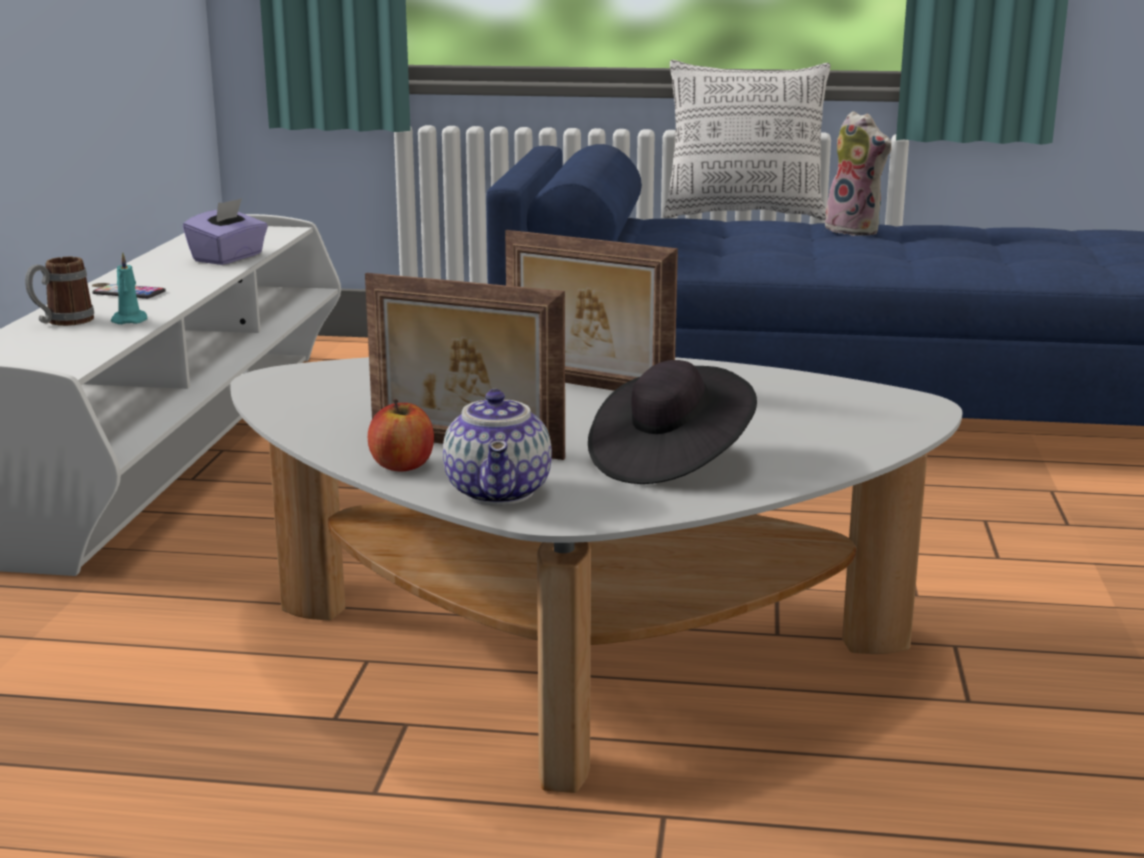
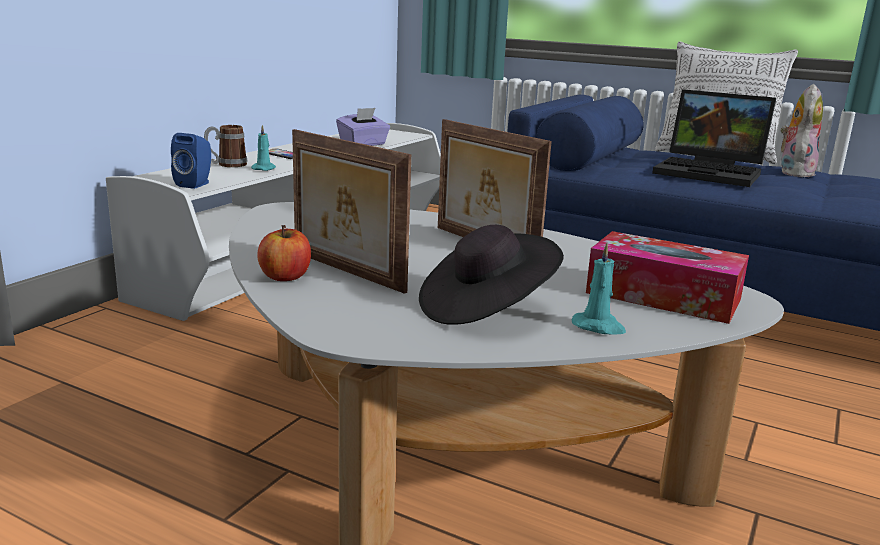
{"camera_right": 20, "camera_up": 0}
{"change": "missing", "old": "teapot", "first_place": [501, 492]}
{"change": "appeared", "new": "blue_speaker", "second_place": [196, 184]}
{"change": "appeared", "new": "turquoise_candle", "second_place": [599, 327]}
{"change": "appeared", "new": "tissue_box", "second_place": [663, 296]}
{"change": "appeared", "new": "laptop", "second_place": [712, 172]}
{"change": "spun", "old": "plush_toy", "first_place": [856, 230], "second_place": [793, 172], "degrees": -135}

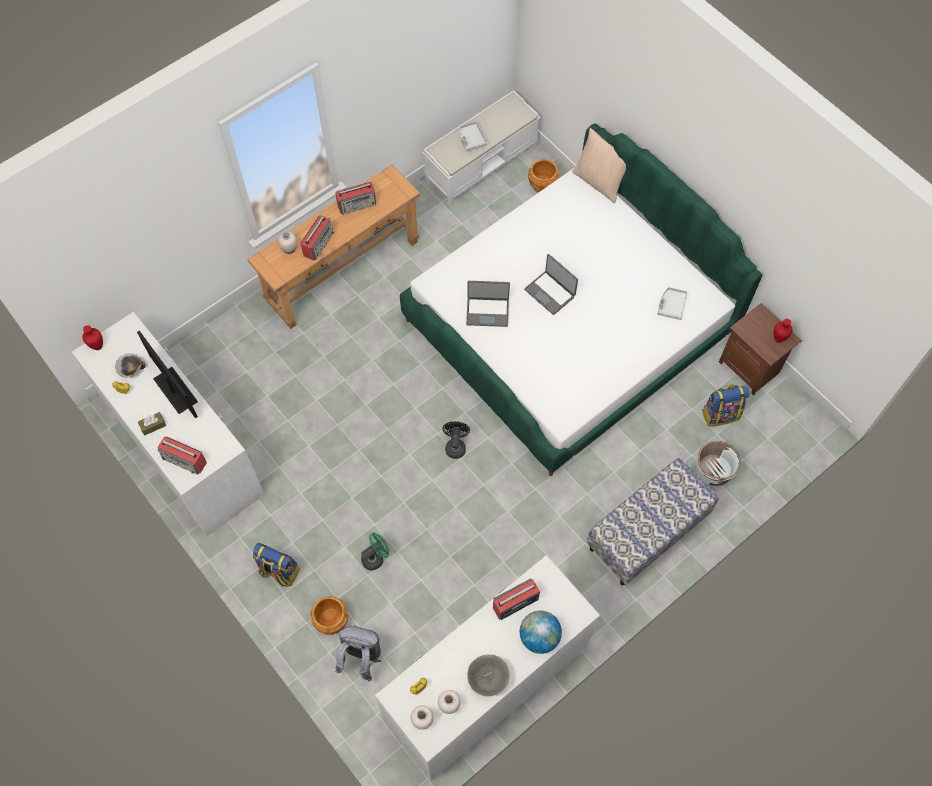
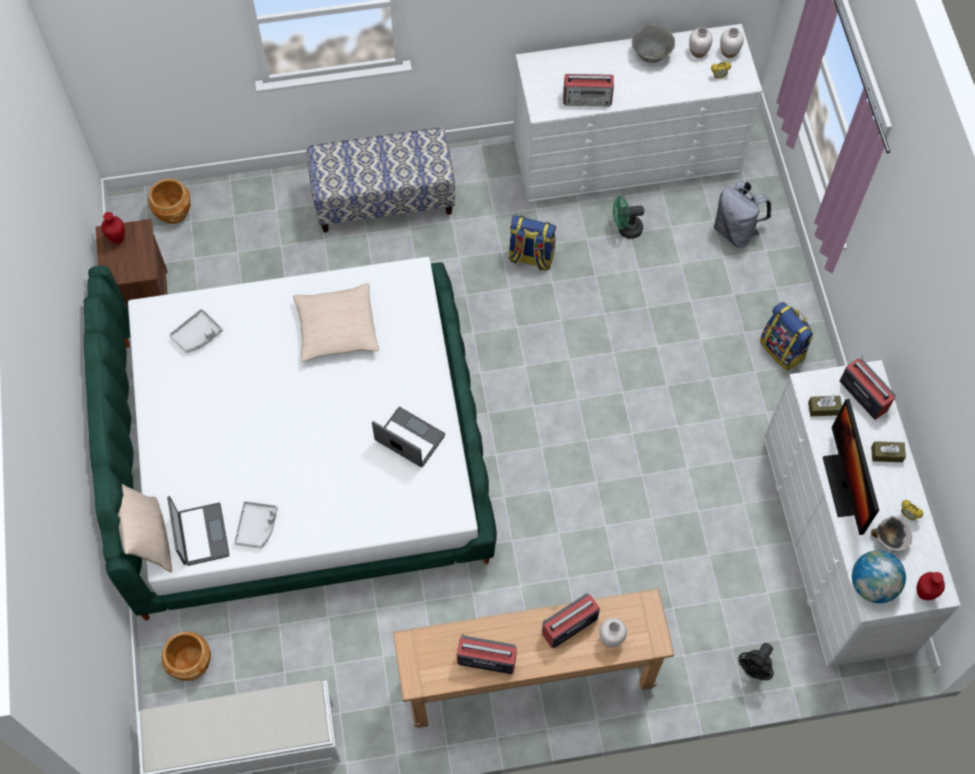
{"camera_right": -150, "camera_up": 0}
{"change": "missing", "old": "white_planter", "first_place": [713, 471]}
{"change": "appeared", "new": "beige_pillow", "second_place": [336, 328]}
{"change": "appeared", "new": "brown_tissue_box", "second_place": [823, 408]}
{"change": "relocated", "old": "brown_planter", "first_place": [331, 620], "second_place": [174, 212]}
{"change": "relocated", "old": "green_fan", "first_place": [375, 557], "second_place": [625, 229]}
{"change": "relocated", "old": "black_fan", "first_place": [455, 446], "second_place": [754, 669]}
{"change": "relocated", "old": "grey_tray", "first_place": [471, 139], "second_place": [257, 527]}
{"change": "relocated", "old": "globe", "first_place": [539, 637], "second_place": [872, 585]}
{"change": "relocated", "old": "laptop", "first_place": [550, 292], "second_place": [201, 535]}
{"change": "relocated", "old": "backpack", "first_place": [720, 414], "second_place": [531, 257]}

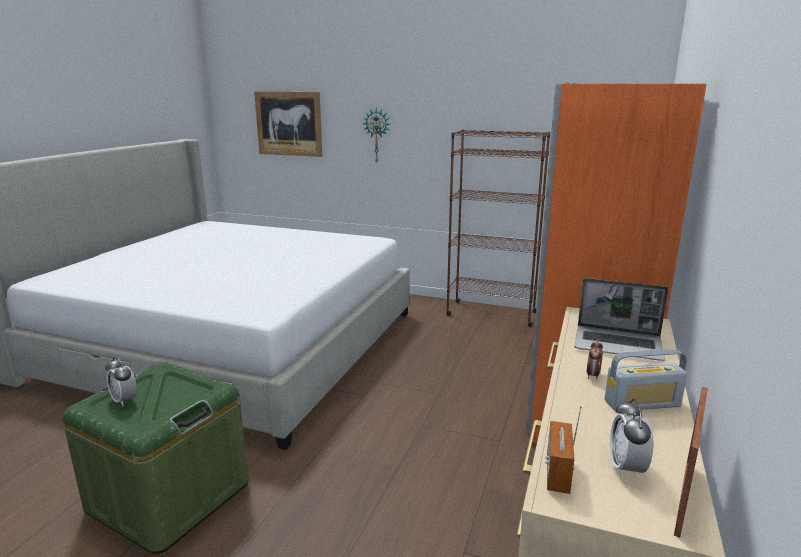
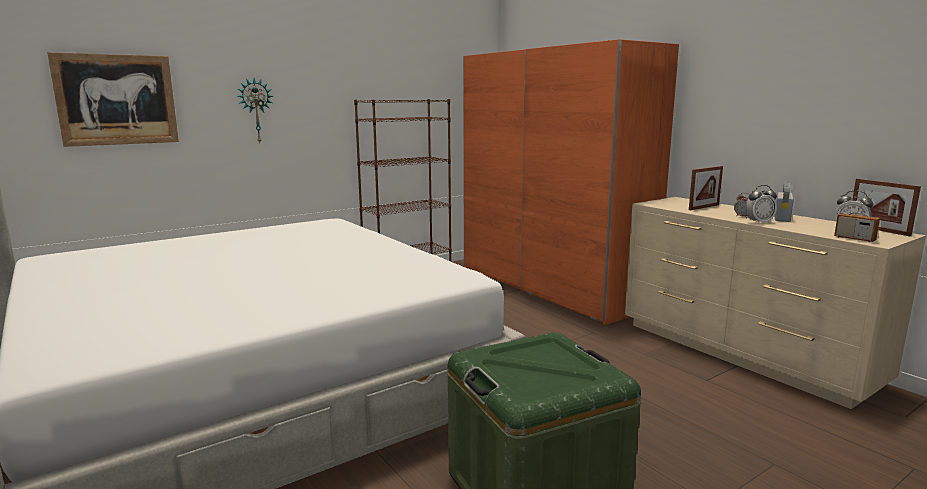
{"camera_right": -55, "camera_up": -5}
{"change": "relocated", "old": "alarm_clock", "first_place": [124, 400], "second_place": [758, 222]}
{"change": "exchanged", "old": "laptop", "new": "picture_frame", "first_place": [619, 344], "second_place": [704, 207]}

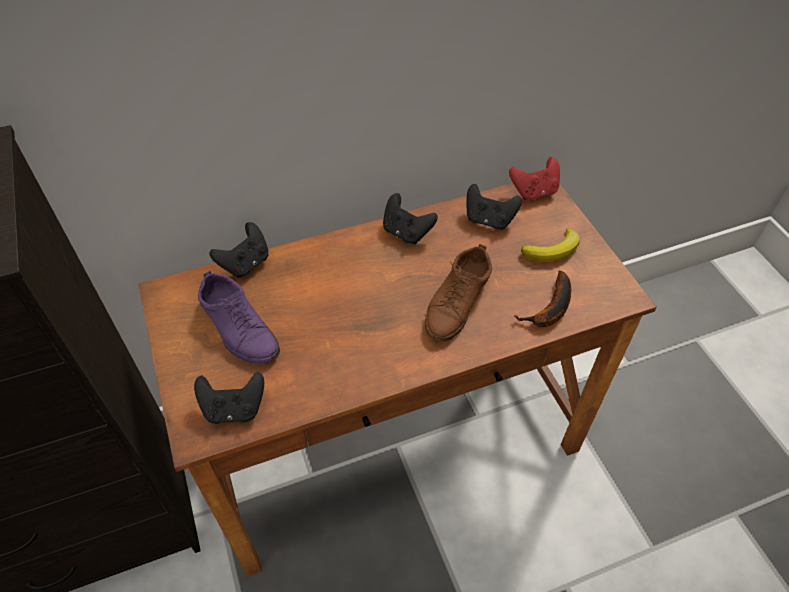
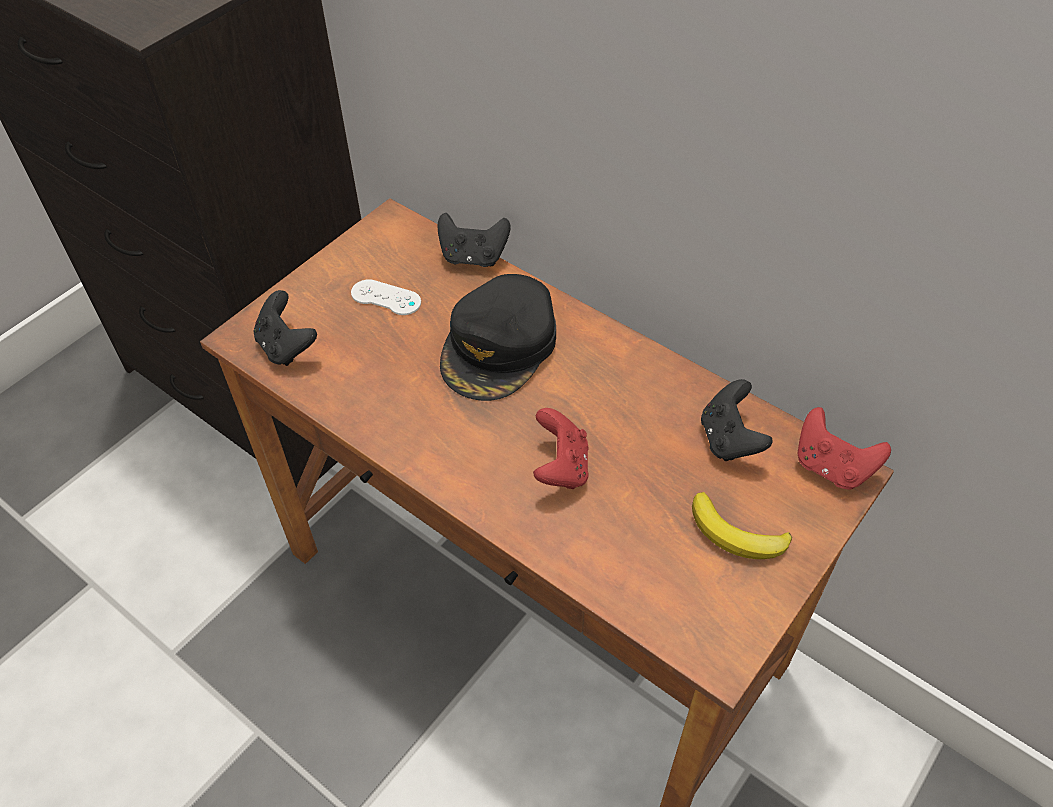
{"camera_right": 60, "camera_up": 0}
{"change": "missing", "old": "black_game_controller", "first_place": [406, 232]}
{"change": "missing", "old": "banana", "first_place": [550, 309]}
{"change": "appeared", "new": "black_cap", "second_place": [500, 346]}
{"change": "exchanged", "old": "purple_shoe", "new": "white_game_controller", "first_place": [239, 328], "second_place": [386, 298]}
{"change": "exchanged", "old": "brown_shoe", "new": "red_game_controller", "first_place": [457, 302], "second_place": [561, 467]}

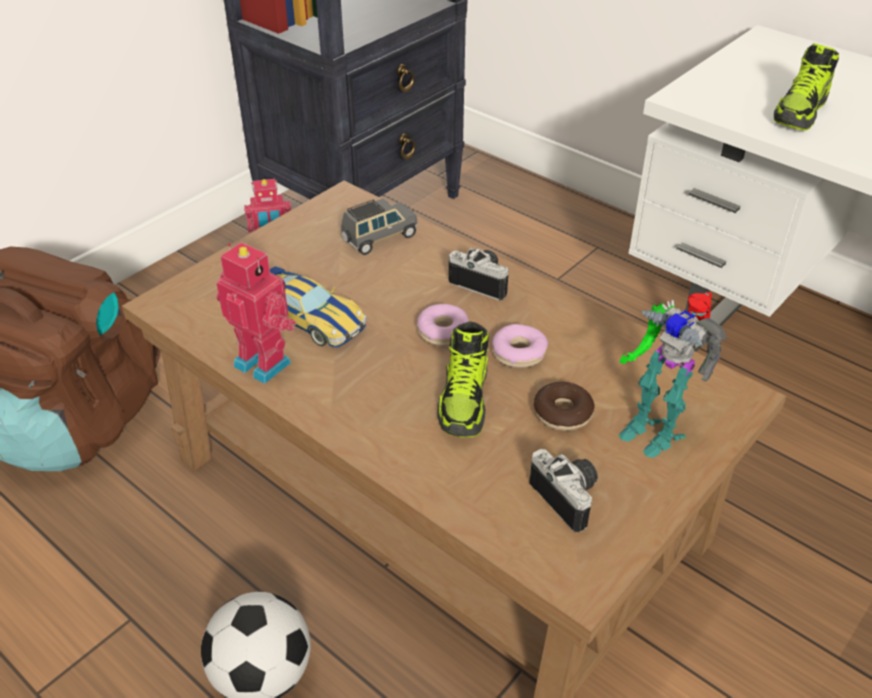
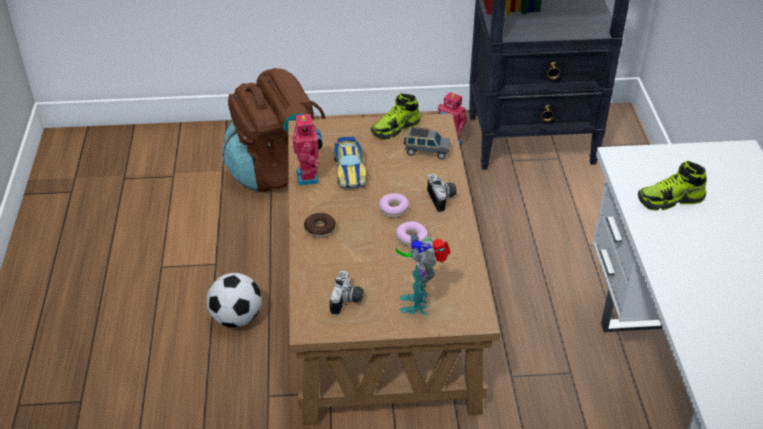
{"camera_right": 45, "camera_up": 0}
{"change": "relocated", "old": "shoe", "first_place": [465, 401], "second_place": [395, 128]}
{"change": "relocated", "old": "donut", "first_place": [562, 413], "second_place": [320, 229]}

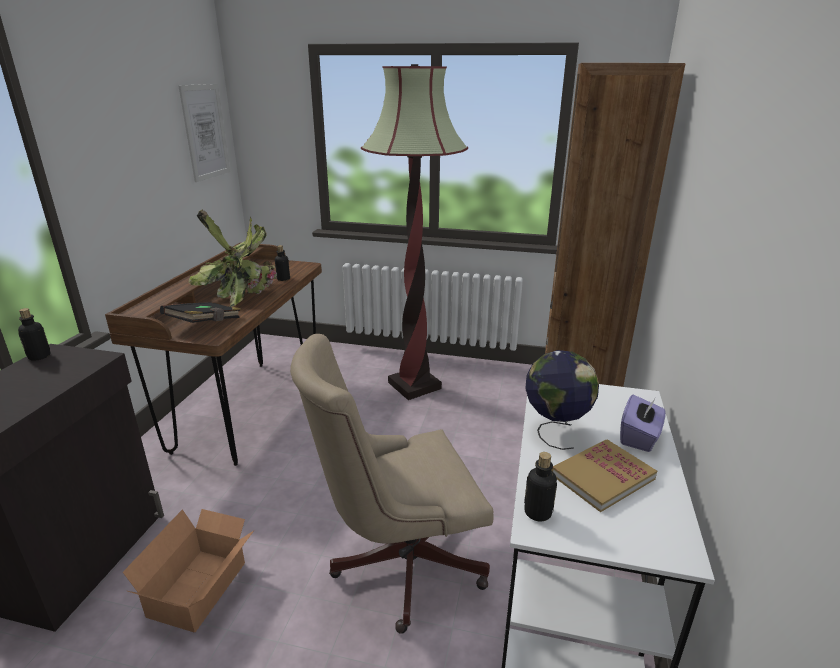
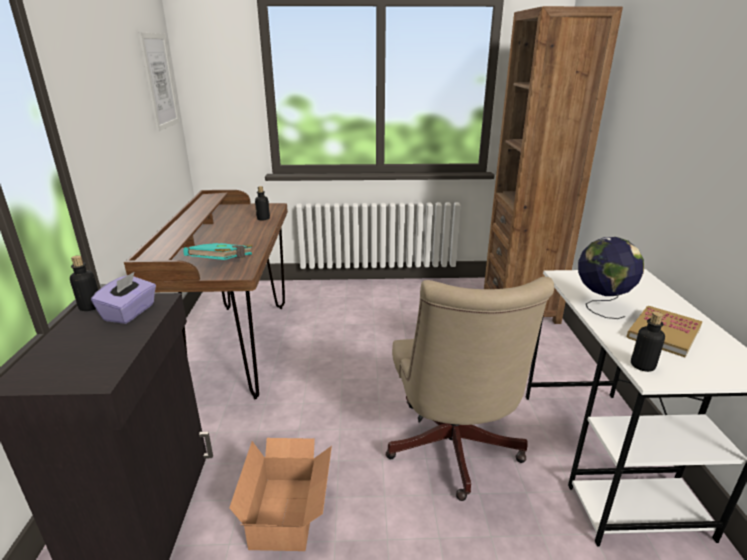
{"camera_right": -15, "camera_up": 0}
{"change": "missing", "old": "potted_plant", "first_place": [243, 293]}
{"change": "missing", "old": "floor_lamp", "first_place": [414, 385]}
{"change": "relocated", "old": "purple_tissue_box", "first_place": [639, 437], "second_place": [130, 312]}
{"change": "colour", "old": "black_book", "new": "turquoise_book", "first_place": [205, 324], "second_place": [223, 263]}
{"change": "spun", "old": "beige_office_chair", "first_place": [398, 563], "second_place": [452, 452], "degrees": -60}

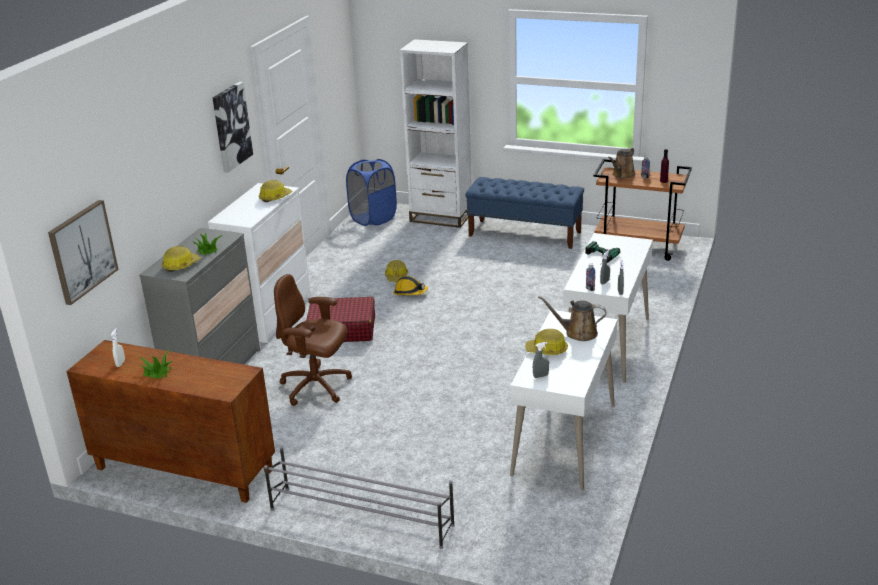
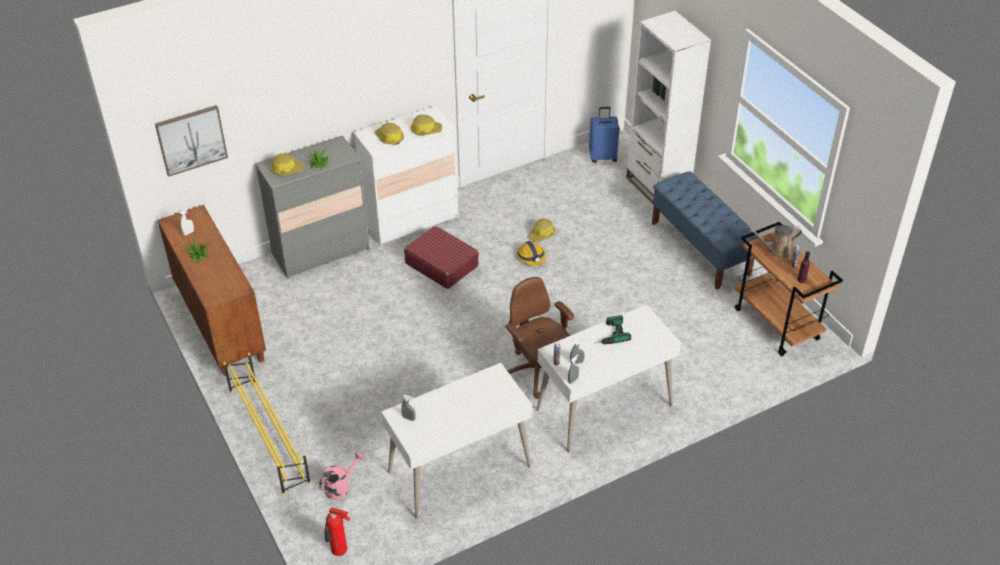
{"camera_right": 40, "camera_up": 15}
{"change": "missing", "old": "picture", "first_place": [231, 126]}
{"change": "missing", "old": "brown_watering_can", "first_place": [578, 333]}
{"change": "appeared", "new": "pink_watering_can", "second_place": [341, 486]}
{"change": "appeared", "new": "fire_extinguisher", "second_place": [339, 551]}
{"change": "relocated", "old": "brown_office_chair", "first_place": [316, 387], "second_place": [537, 373]}
{"change": "relocated", "old": "hard_hat", "first_place": [547, 350], "second_place": [389, 138]}
{"change": "exchanged", "old": "blue_laundry_basket", "new": "blue_suitcase", "first_place": [373, 218], "second_place": [603, 157]}
{"change": "colour", "old": "grey_shoe_rack", "new": "yellow_shoe_rack", "first_place": [360, 517], "second_place": [269, 435]}

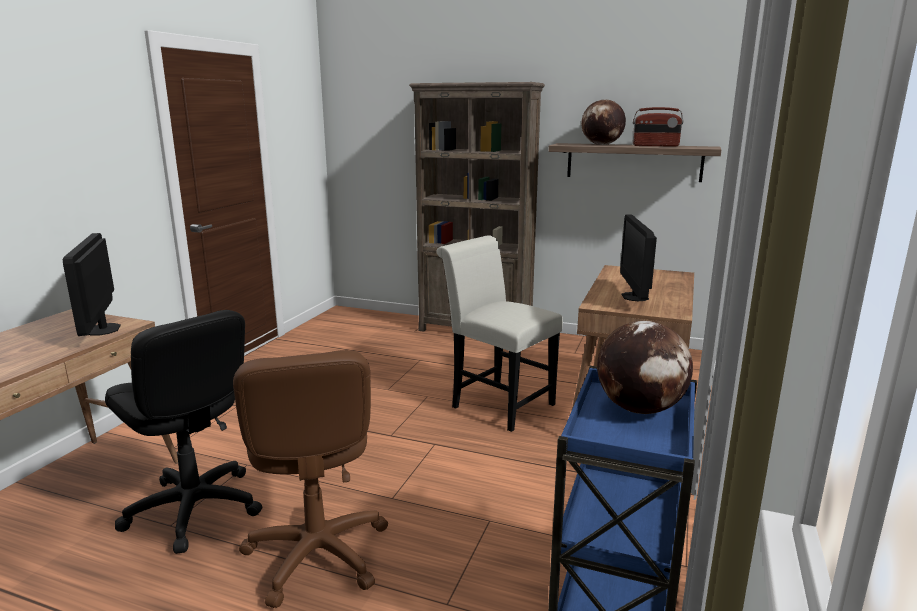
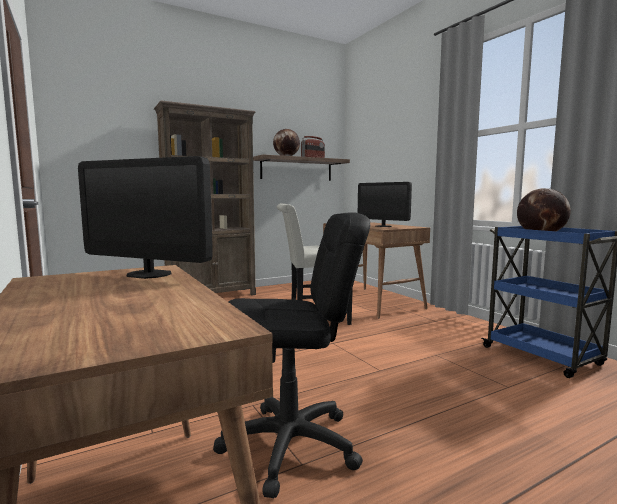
{"camera_right": -50, "camera_up": -10}
{"change": "missing", "old": "brown_office_chair", "first_place": [316, 554]}

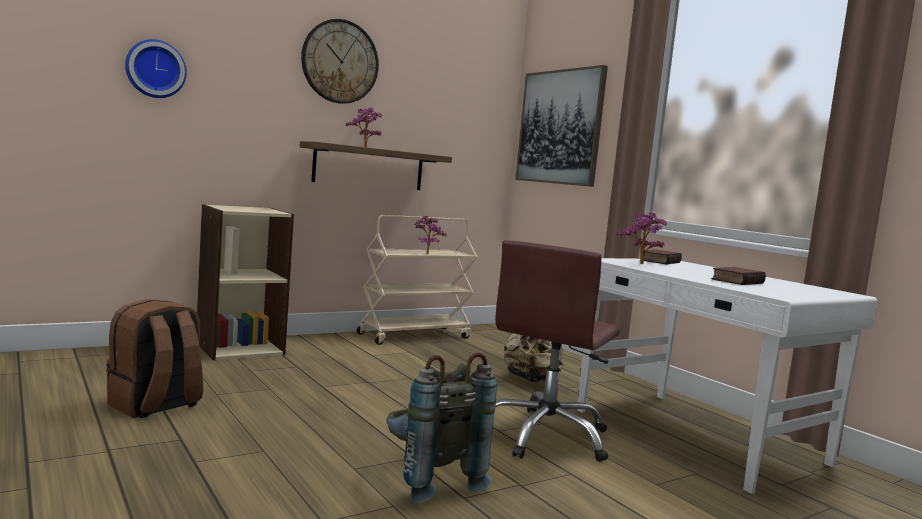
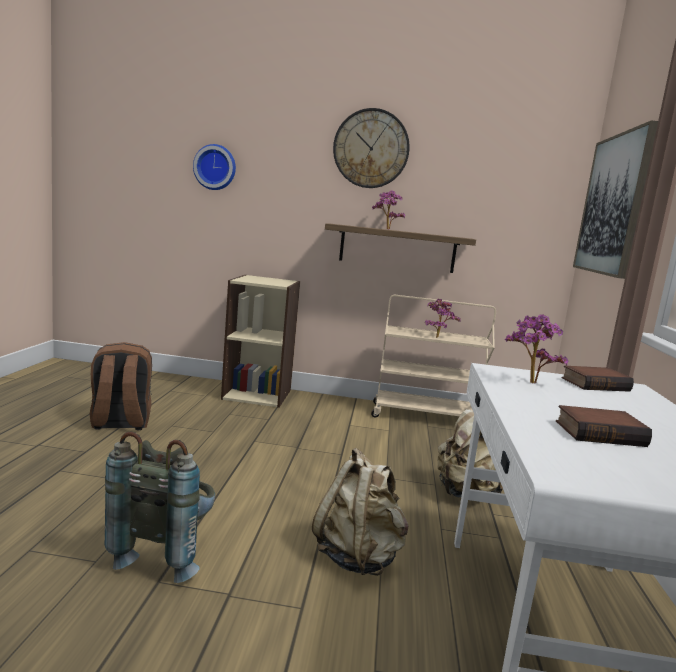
{"camera_right": 40, "camera_up": 5}
{"change": "exchanged", "old": "brown_office_chair", "new": "beige_backpack", "first_place": [546, 436], "second_place": [358, 557]}

